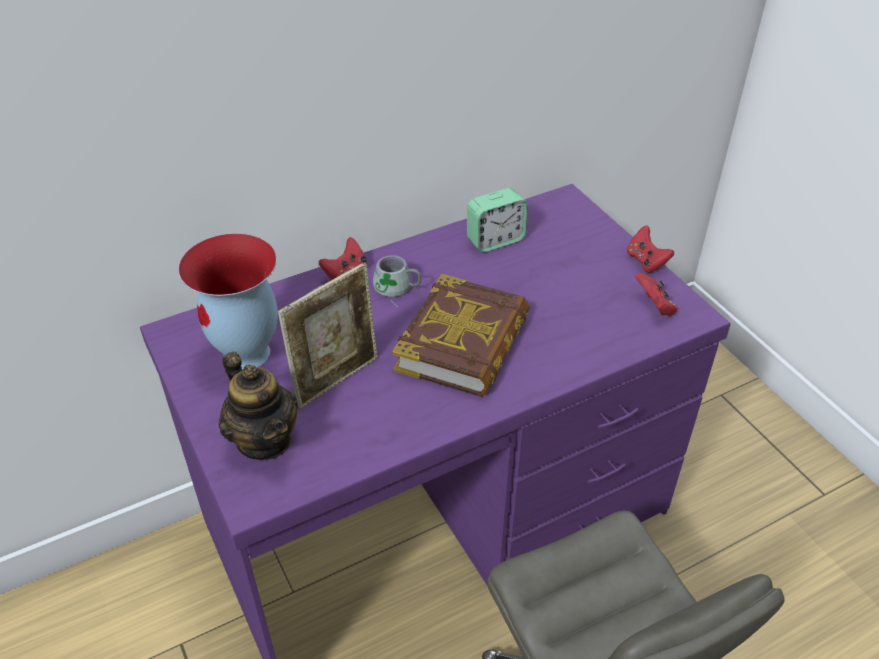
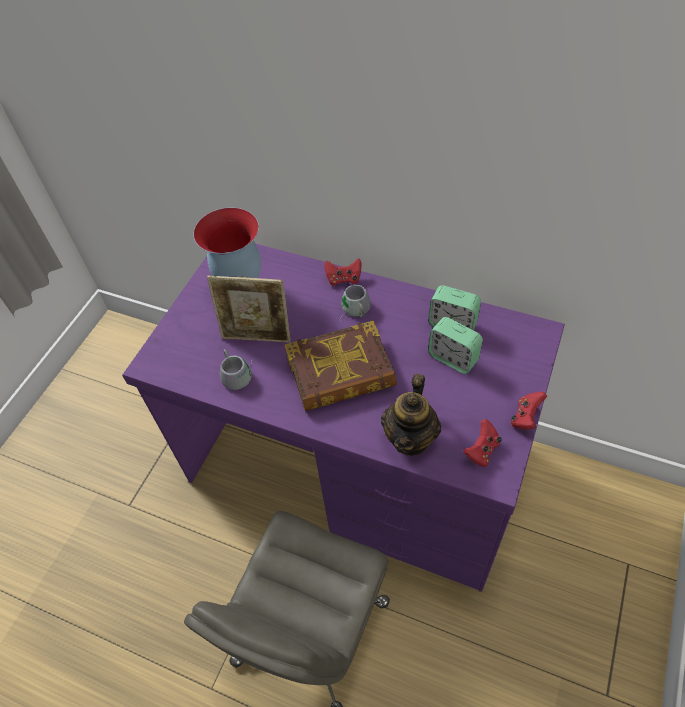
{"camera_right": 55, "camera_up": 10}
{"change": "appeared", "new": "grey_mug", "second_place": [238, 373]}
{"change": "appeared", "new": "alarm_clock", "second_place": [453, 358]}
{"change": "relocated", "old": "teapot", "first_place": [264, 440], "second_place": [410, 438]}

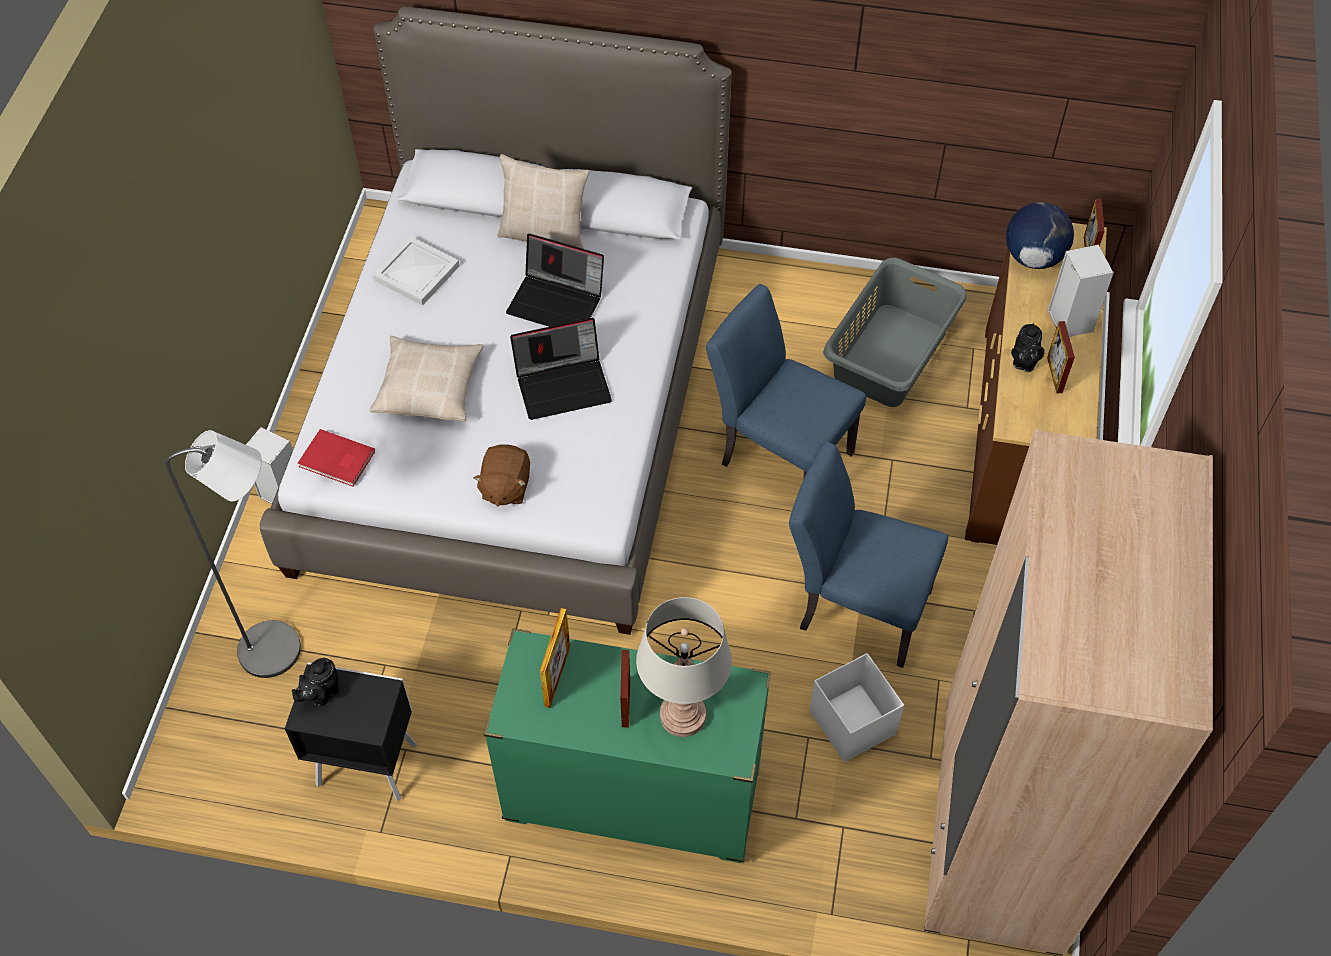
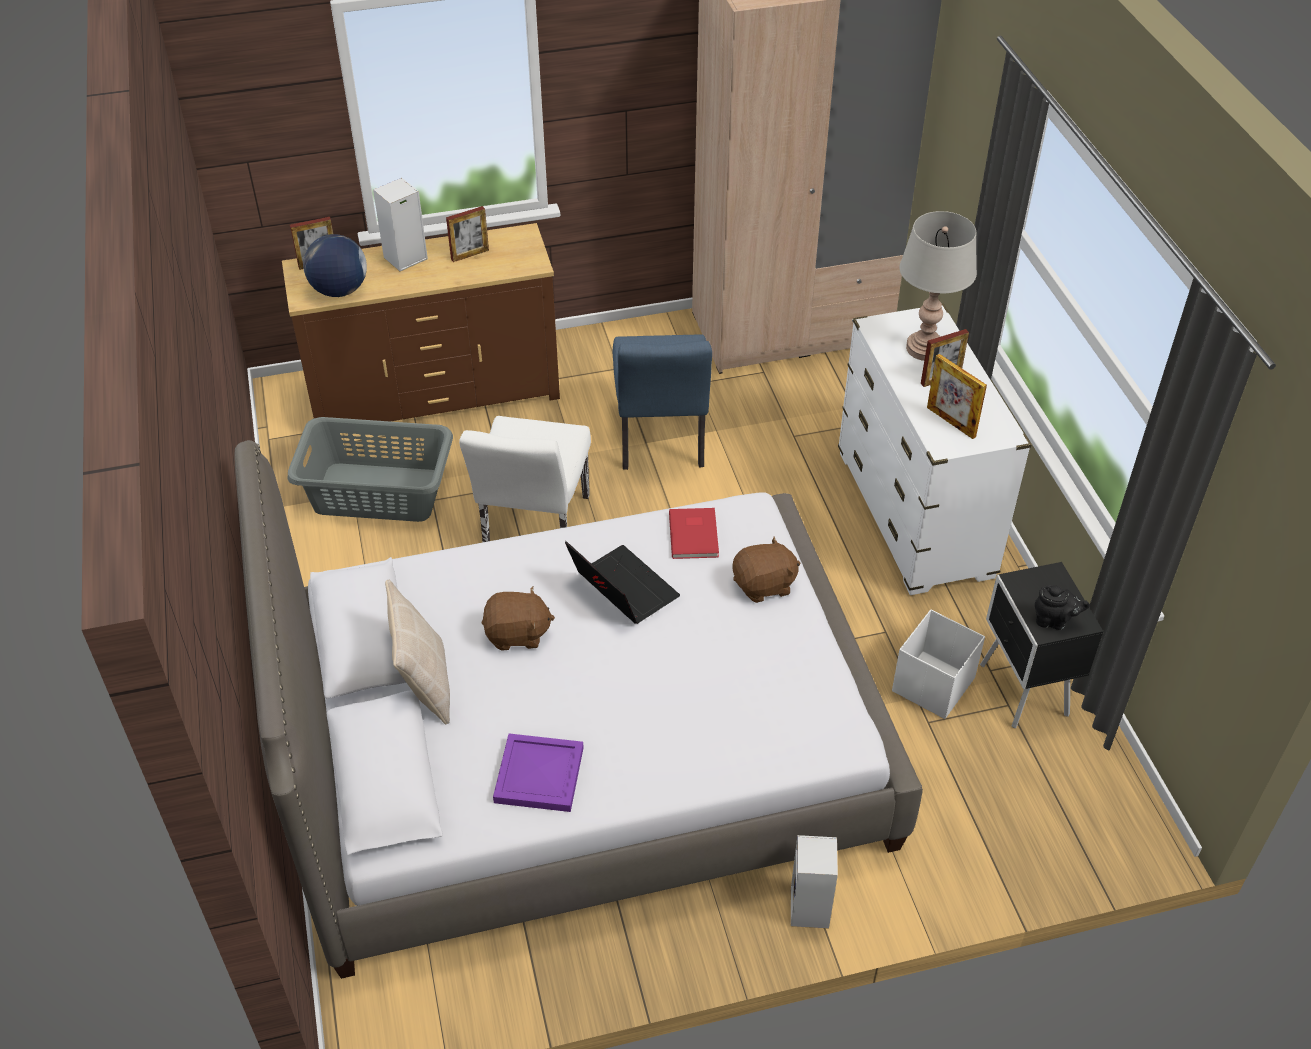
{"camera_right": -115, "camera_up": -10}
{"change": "missing", "old": "grey_floor_lamp", "first_place": [282, 649]}
{"change": "missing", "old": "beige_pillow", "first_place": [429, 387]}
{"change": "missing", "old": "black_teapot", "first_place": [1023, 362]}
{"change": "relocated", "old": "red_book", "first_place": [337, 461], "second_place": [695, 534]}
{"change": "relocated", "old": "white_storage_box", "first_place": [852, 722], "second_place": [932, 685]}
{"change": "exchanged", "old": "laptop", "new": "brown_plush_toy", "first_place": [557, 301], "second_place": [517, 634]}
{"change": "colour", "old": "white_tray", "new": "purple_tray", "first_place": [415, 273], "second_place": [540, 776]}
{"change": "colour", "old": "green_dresser", "new": "white_dresser", "first_place": [632, 794], "second_place": [914, 515]}
{"change": "colour", "old": "blue_chair", "new": "white_chair", "first_place": [778, 454], "second_place": [533, 532]}
{"change": "spun", "old": "picture_frame", "first_place": [557, 676], "second_place": [951, 422], "degrees": -120}

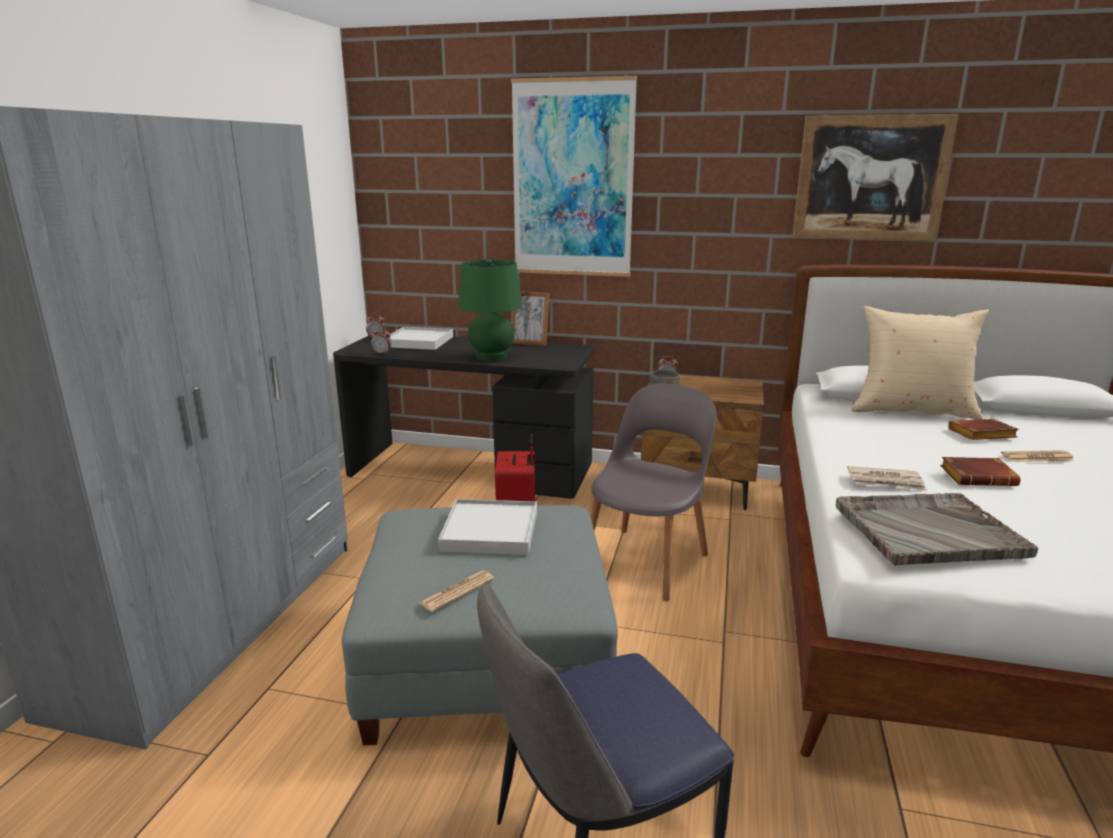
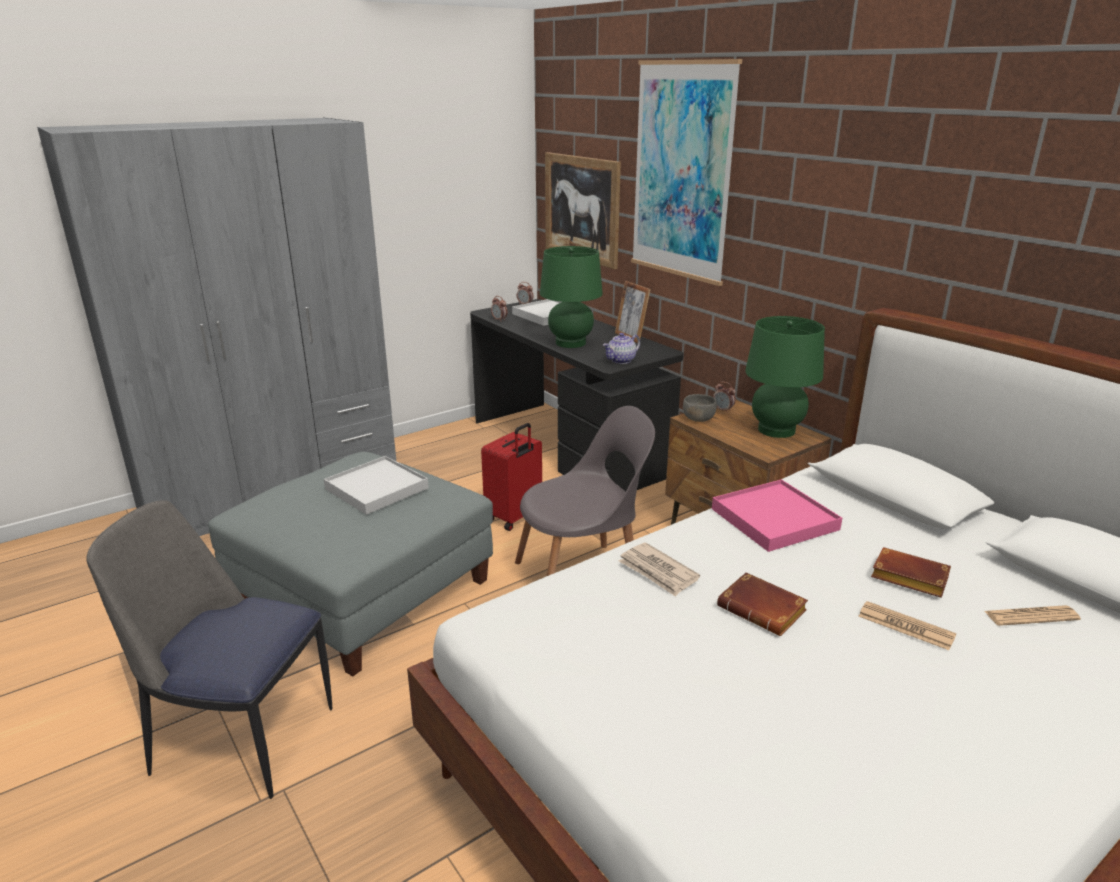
{"camera_right": 40, "camera_up": 5}
{"change": "missing", "old": "grey_tray", "first_place": [926, 531]}
{"change": "missing", "old": "beige_pillow", "first_place": [911, 410]}
{"change": "appeared", "new": "teapot", "second_place": [621, 360]}
{"change": "appeared", "new": "pink_tray", "second_place": [774, 519]}
{"change": "appeared", "new": "green_table_lamp", "second_place": [776, 430]}
{"change": "relocated", "old": "newspaper", "first_place": [457, 591], "second_place": [1031, 616]}
{"change": "relocated", "old": "picture", "first_place": [870, 178], "second_place": [581, 209]}

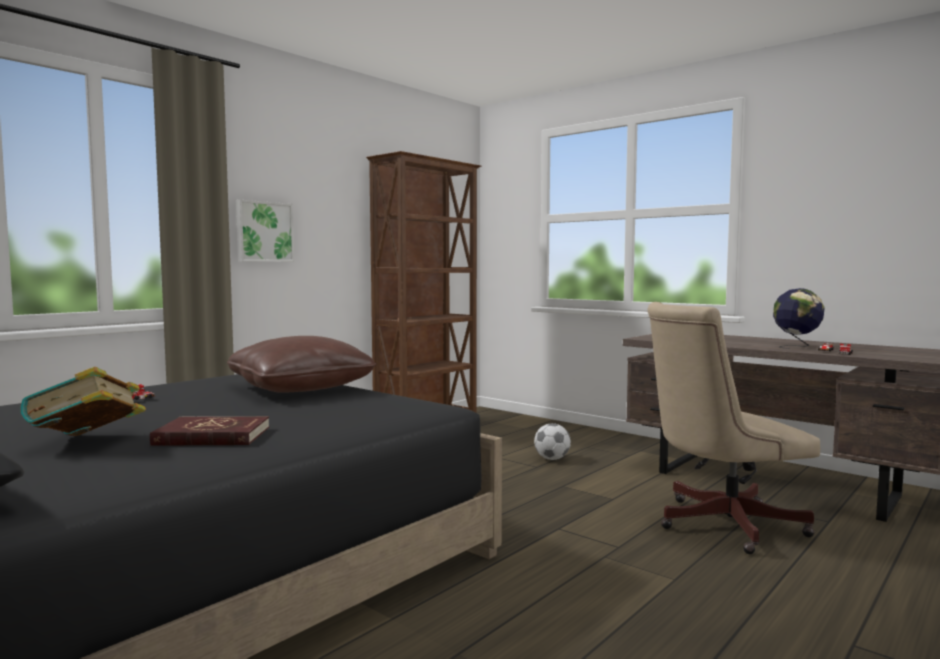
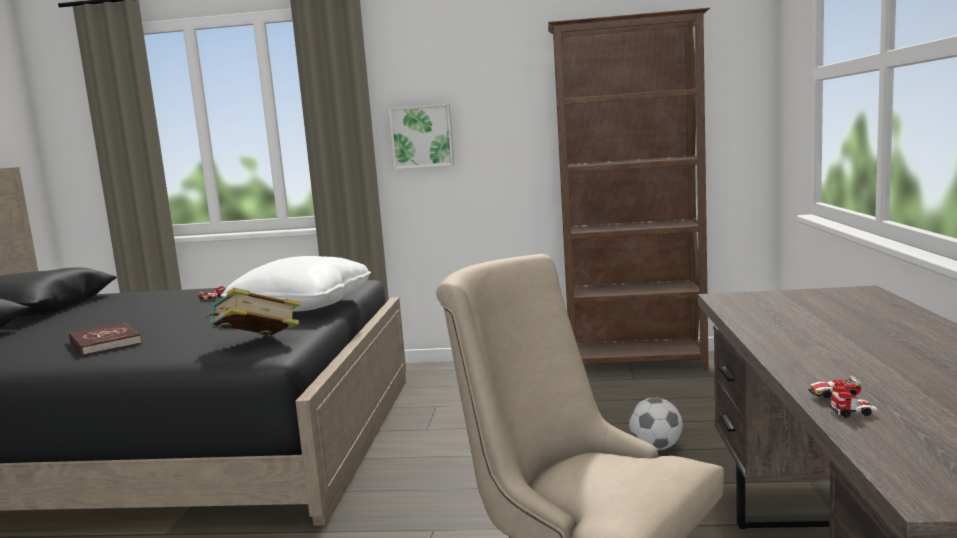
{"camera_right": 55, "camera_up": 5}
{"change": "missing", "old": "globe", "first_place": [796, 347]}
{"change": "relocated", "old": "book", "first_place": [88, 442], "second_place": [257, 343]}
{"change": "colour", "old": "brown_pillow", "new": "white_pillow", "first_place": [301, 388], "second_place": [302, 306]}

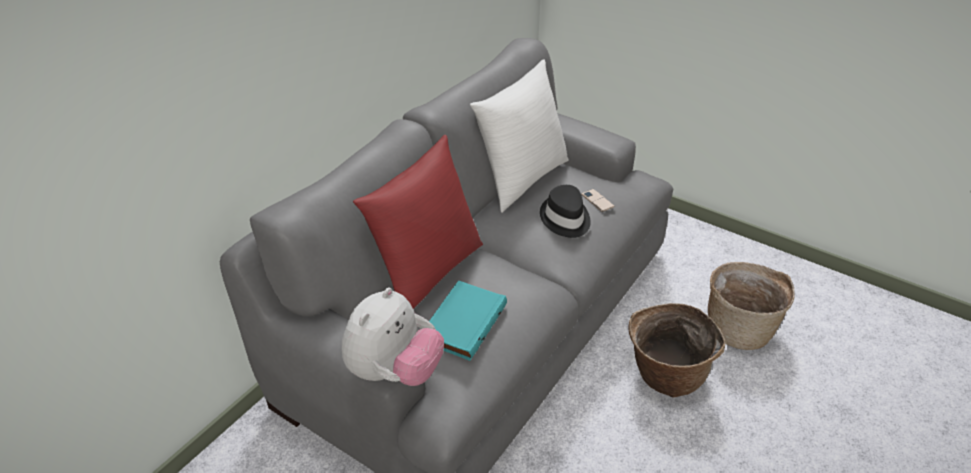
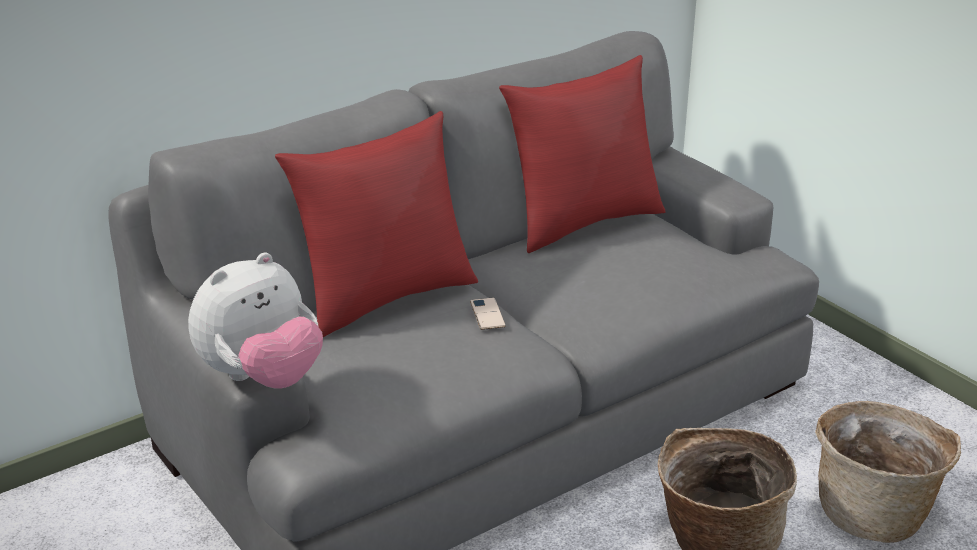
{"camera_right": 20, "camera_up": -10}
{"change": "missing", "old": "turquoise_book", "first_place": [462, 322]}
{"change": "missing", "old": "black_hat", "first_place": [565, 219]}
{"change": "relocated", "old": "phone", "first_place": [597, 200], "second_place": [487, 314]}
{"change": "colour", "old": "white_pillow", "new": "red_pillow", "first_place": [521, 179], "second_place": [582, 222]}

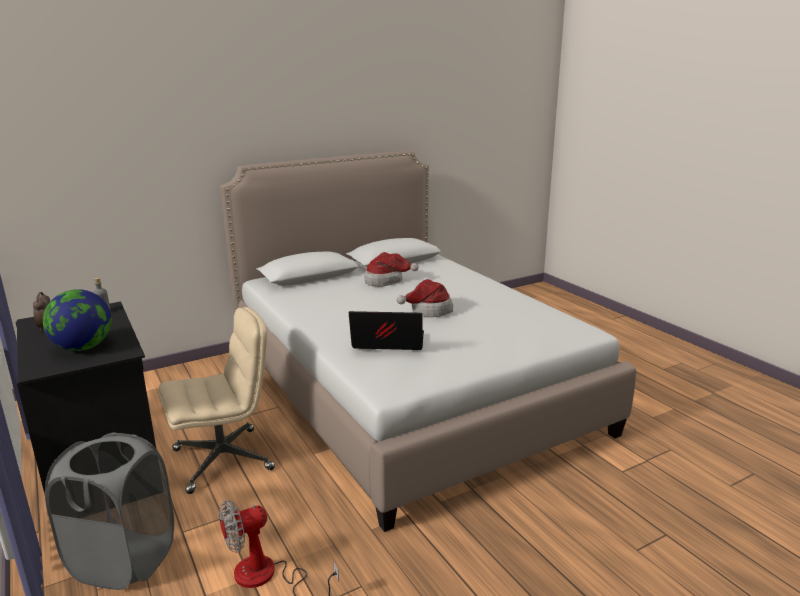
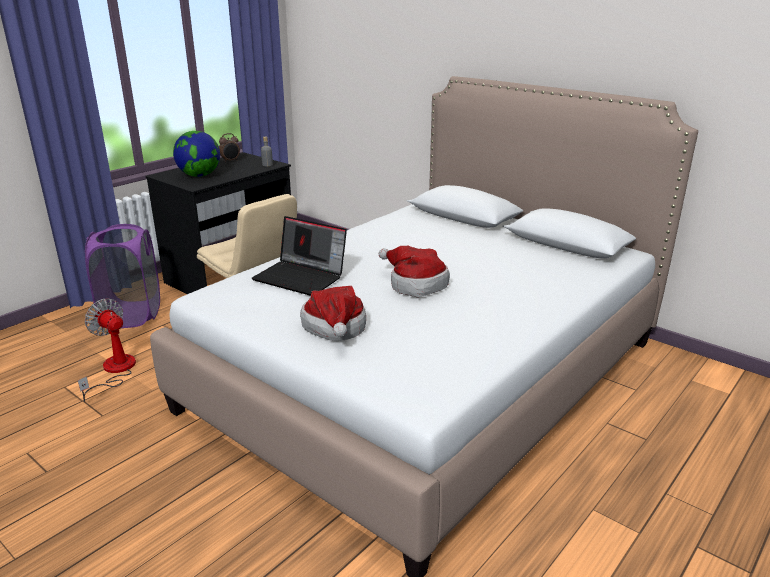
{"camera_right": 70, "camera_up": 5}
{"change": "relocated", "old": "hat", "first_place": [386, 281], "second_place": [335, 329]}
{"change": "colour", "old": "grey_laundry_basket", "new": "purple_laundry_basket", "first_place": [124, 560], "second_place": [132, 315]}
{"change": "spun", "old": "laptop", "first_place": [387, 343], "second_place": [302, 277], "degrees": 135}

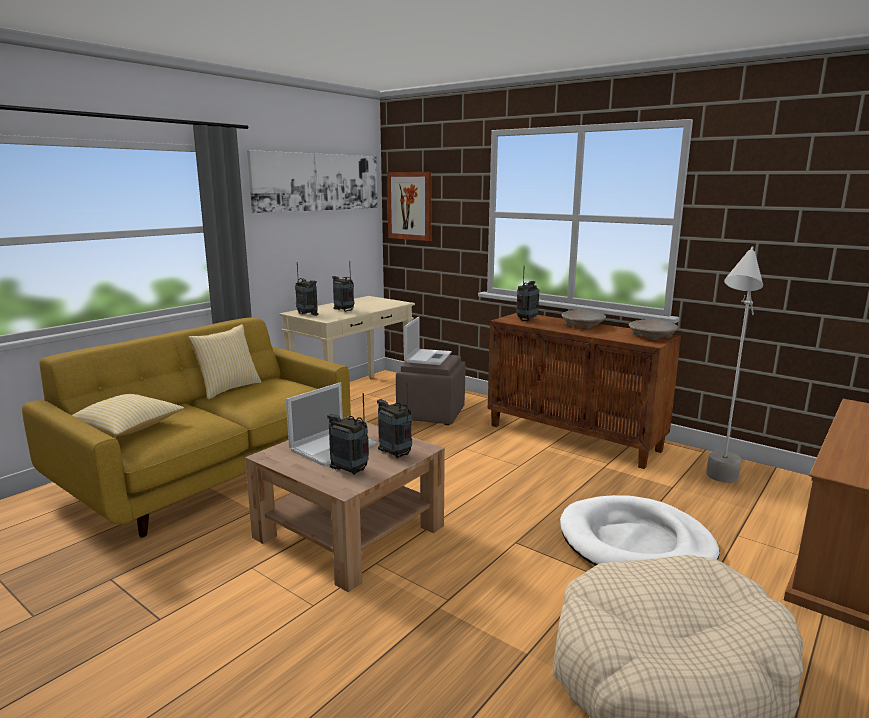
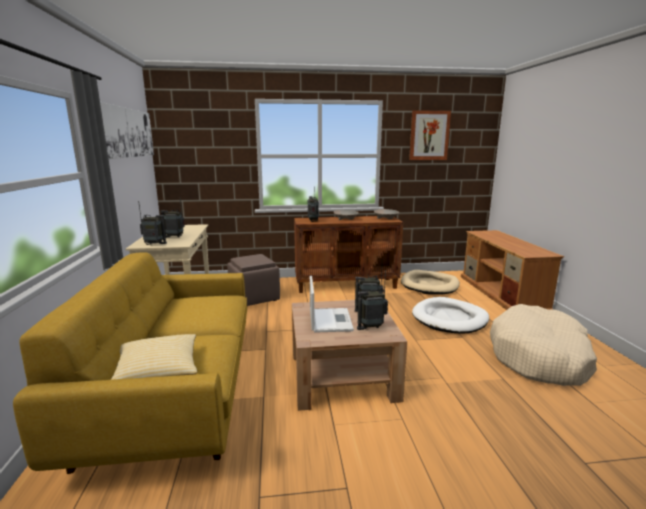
{"camera_right": -45, "camera_up": 0}
{"change": "missing", "old": "pillow", "first_place": [228, 388]}
{"change": "missing", "old": "laptop", "first_place": [428, 357]}
{"change": "relocated", "old": "picture", "first_place": [410, 206], "second_place": [429, 135]}
{"change": "exchanged", "old": "grey_floor_lamp", "new": "beige_dog_bed", "first_place": [718, 485], "second_place": [429, 285]}

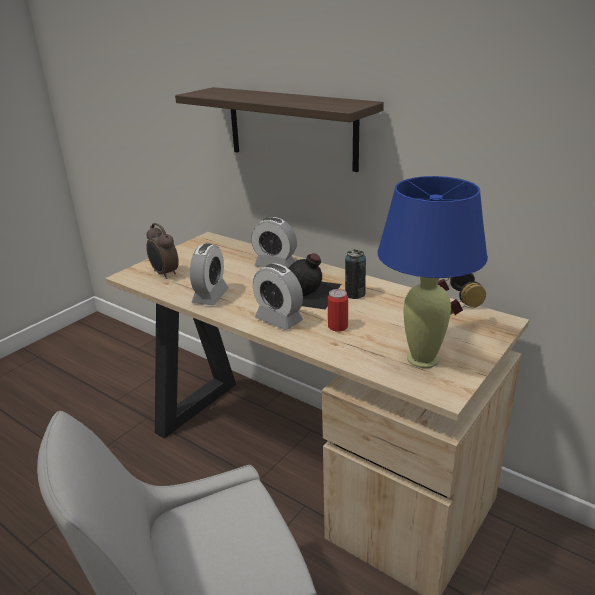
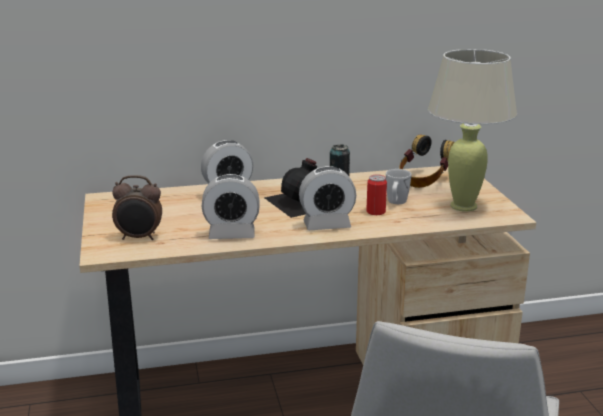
{"camera_right": -50, "camera_up": -5}
{"change": "missing", "old": "shelf", "first_place": [291, 128]}
{"change": "appeared", "new": "white_mug", "second_place": [396, 202]}
{"change": "colour", "old": "blue_table_lamp", "new": "beige_table_lamp", "first_place": [423, 359], "second_place": [463, 206]}
{"change": "spun", "old": "alarm_clock", "first_place": [210, 296], "second_place": [231, 234], "degrees": 120}

